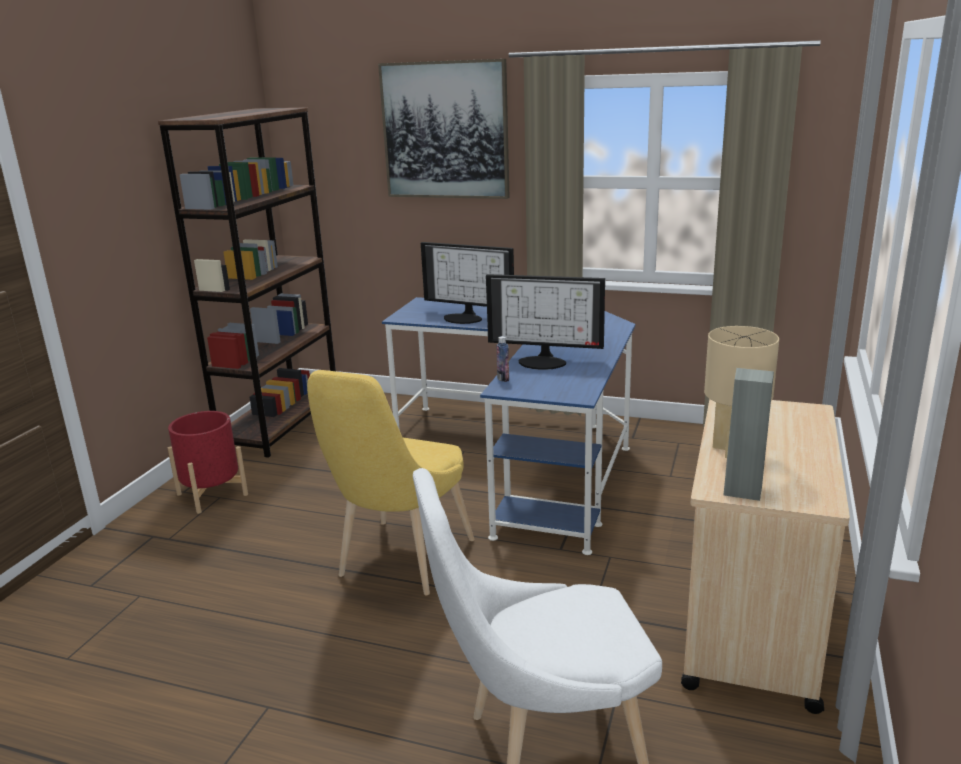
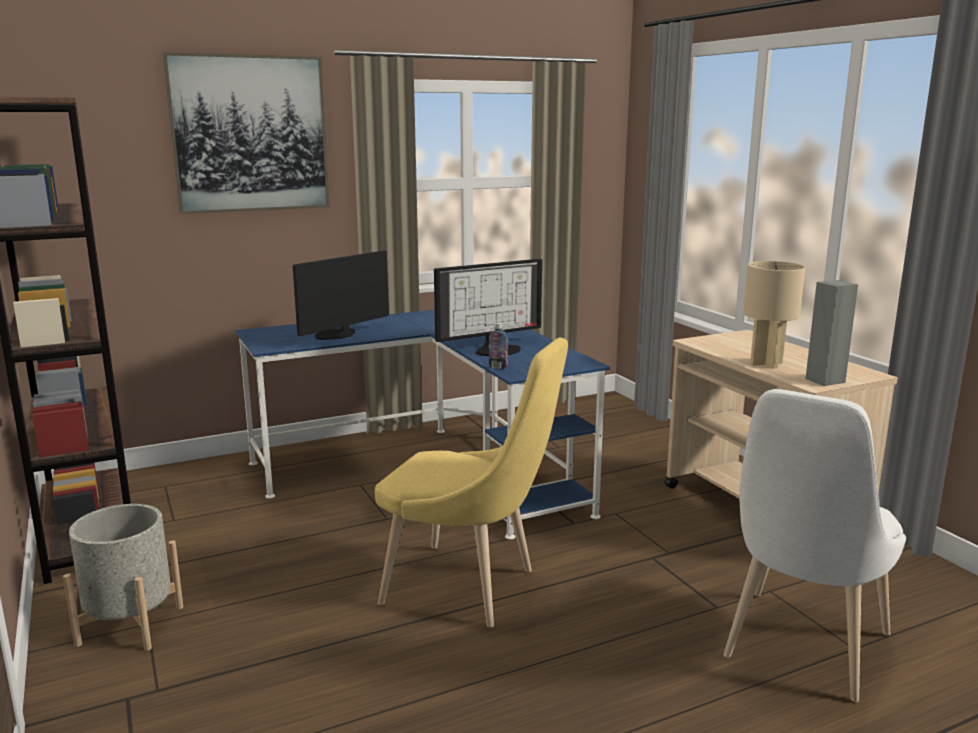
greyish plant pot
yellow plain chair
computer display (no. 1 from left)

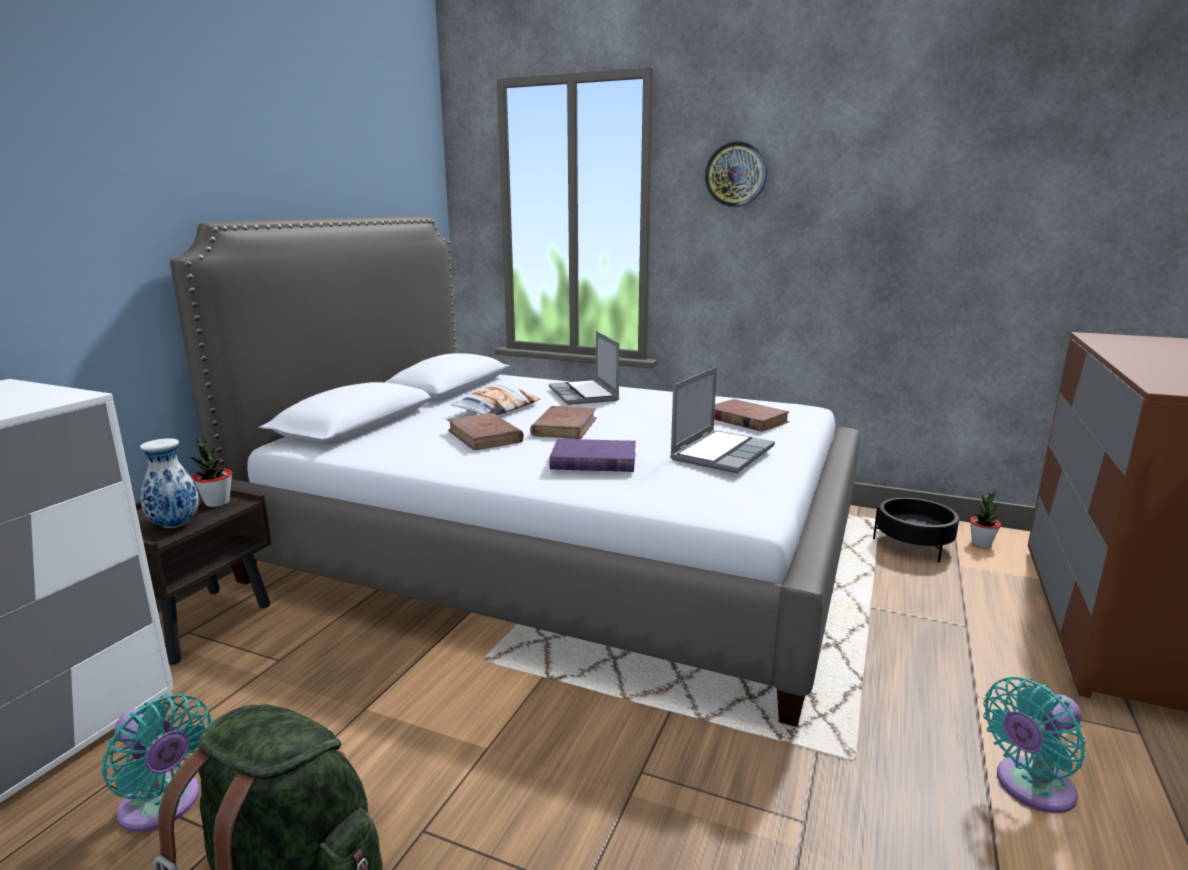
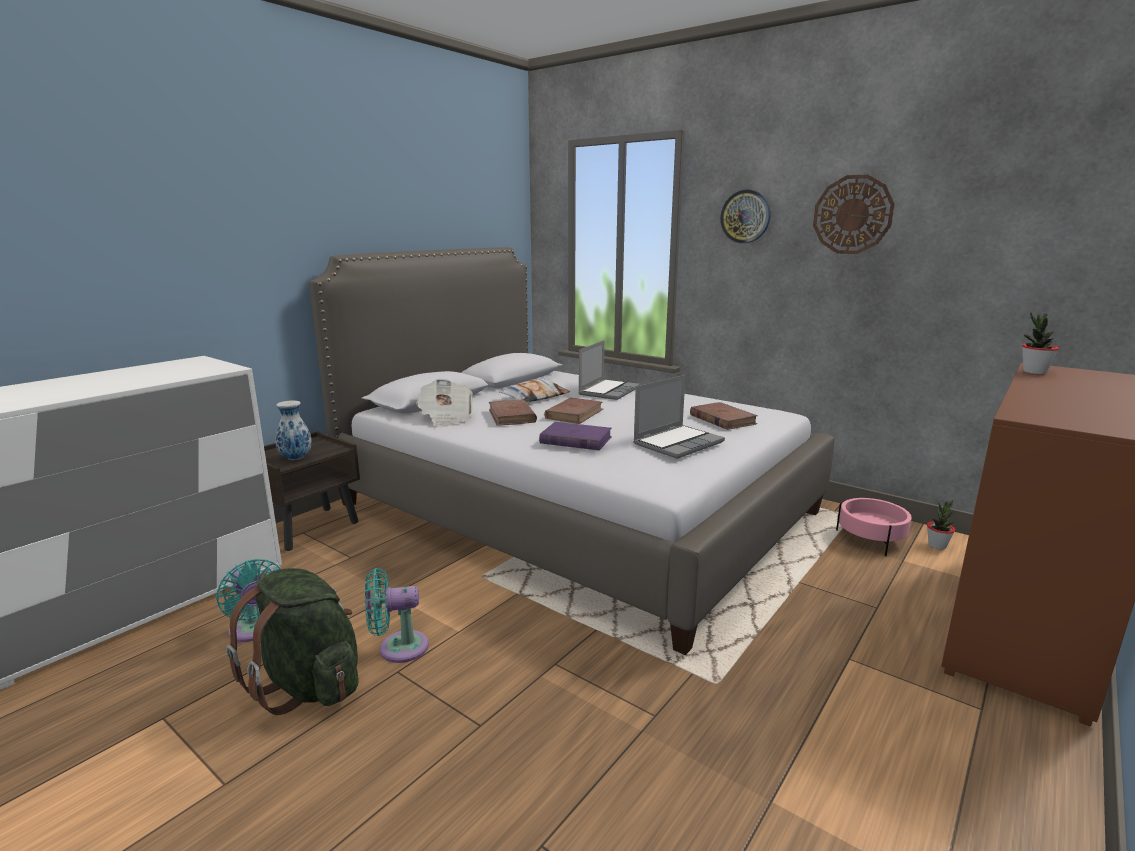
daily paper
hanging clock (no. 2 from left)
potted plant (no. 2 from left)
turquoise fan (no. 2 from left)
pink-coloured plant pot
notebook computer (no. 1 from left)

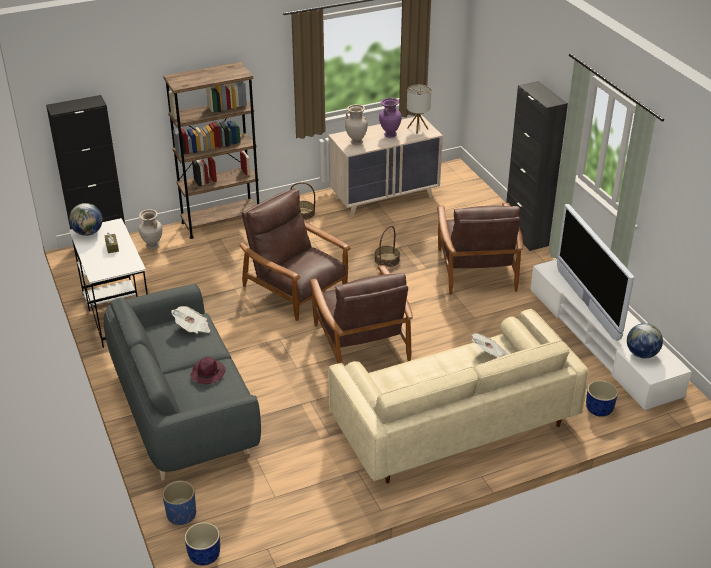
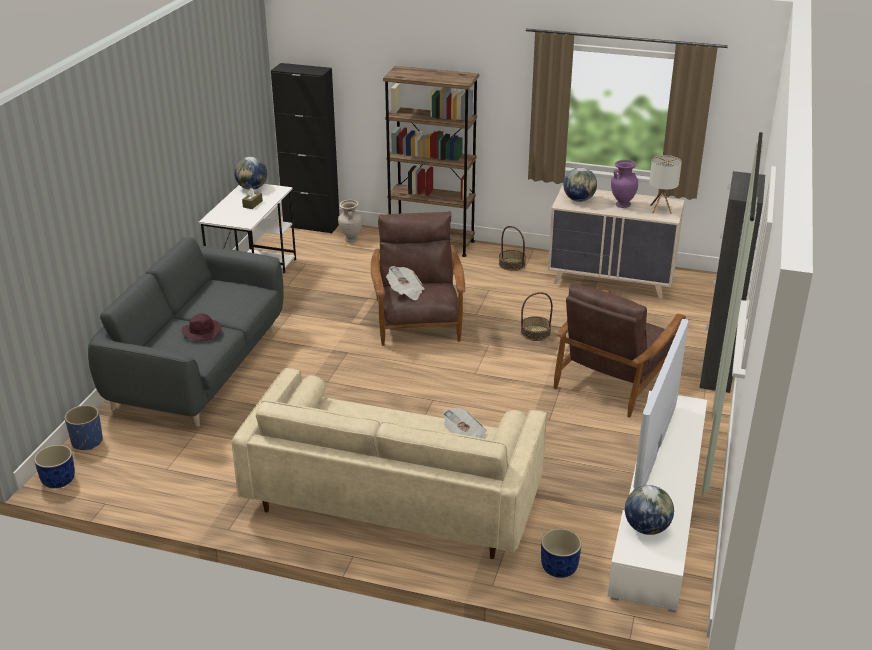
brownish lounge chair (no. 2 from left in the first image)
daily paper (no. 1 from left)
globe (no. 2 from left)

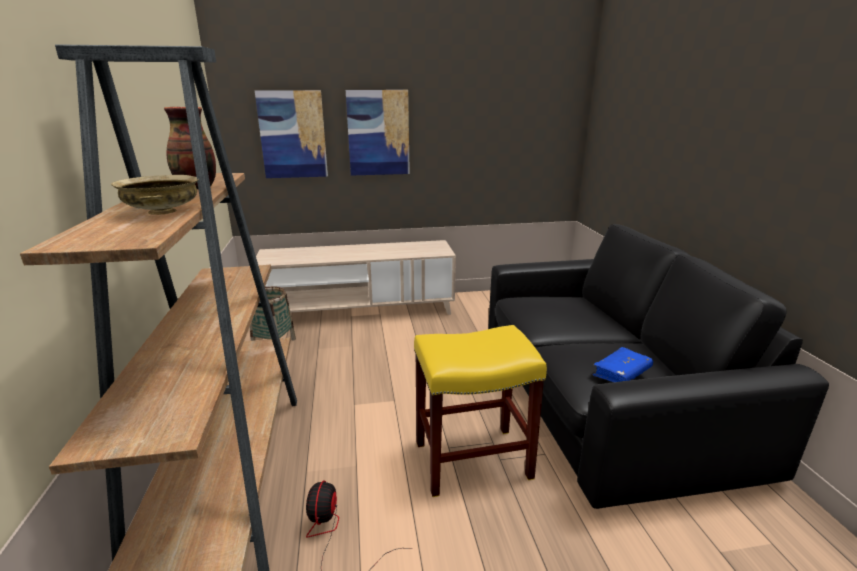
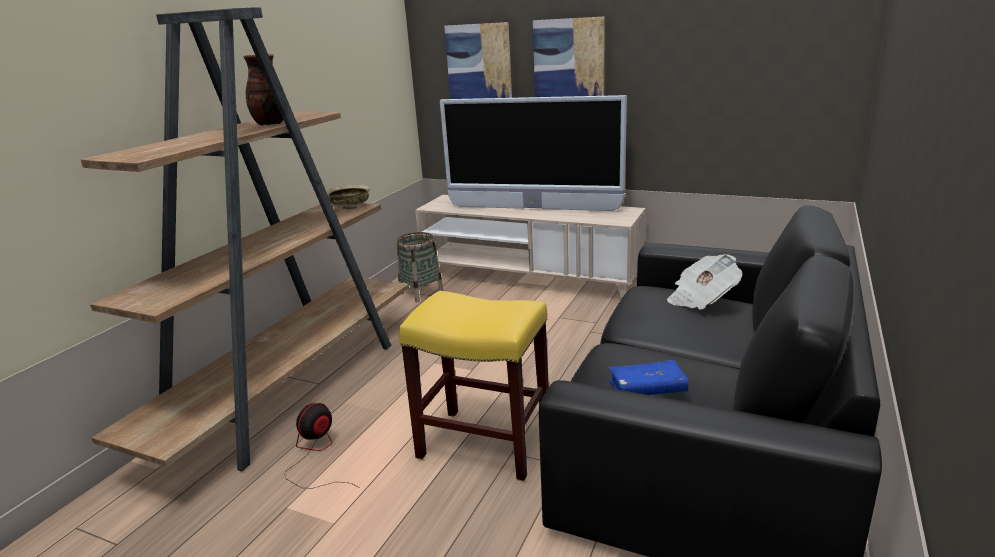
television
daily paper
beige deep dish

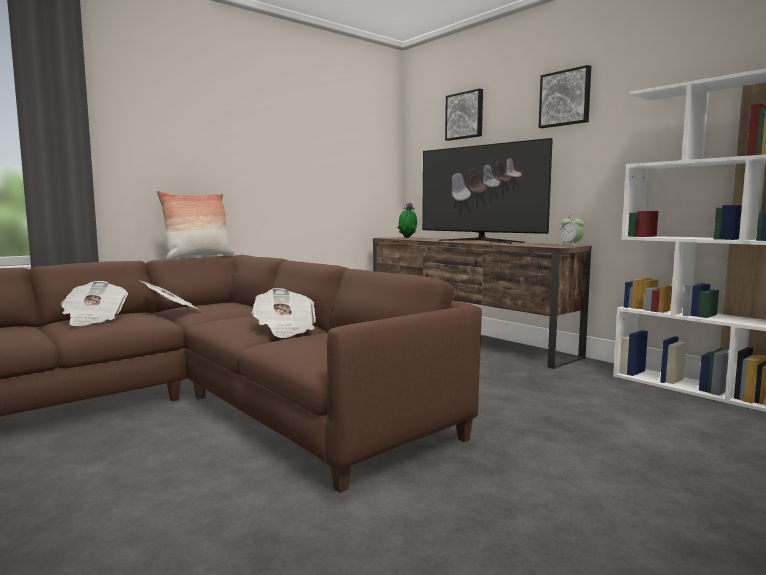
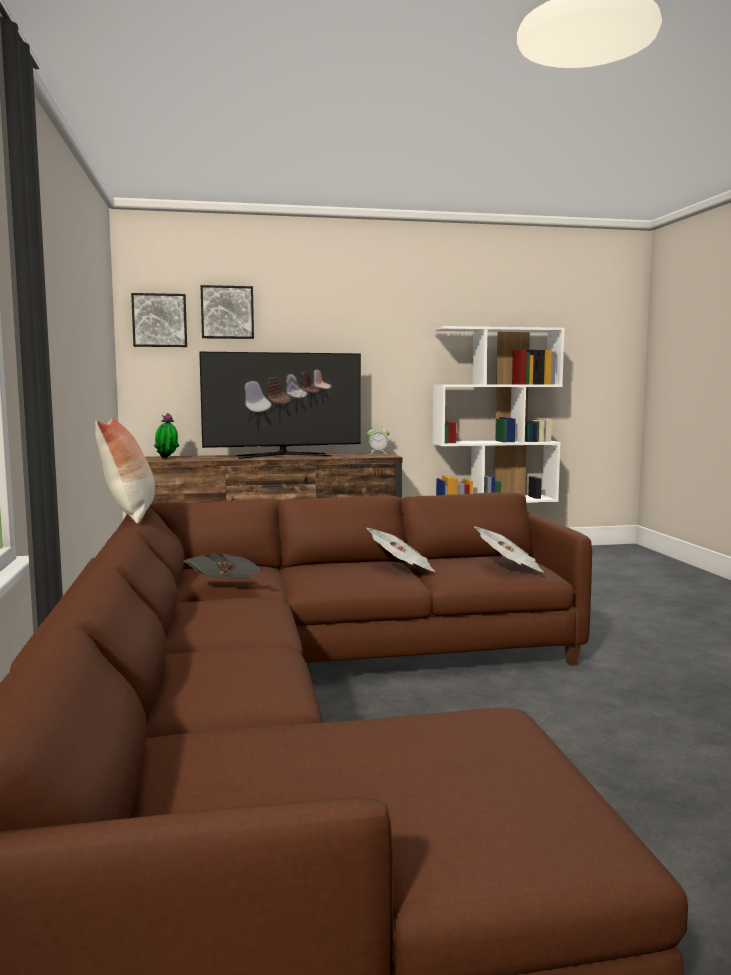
daily paper (no. 3 from left)
wall picture (no. 1 from left)

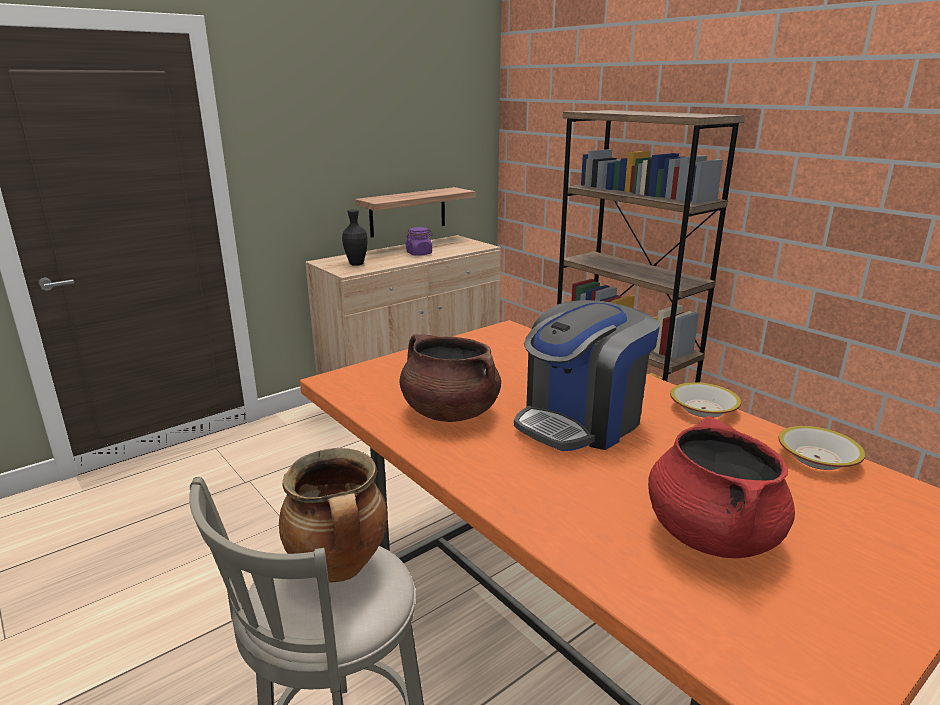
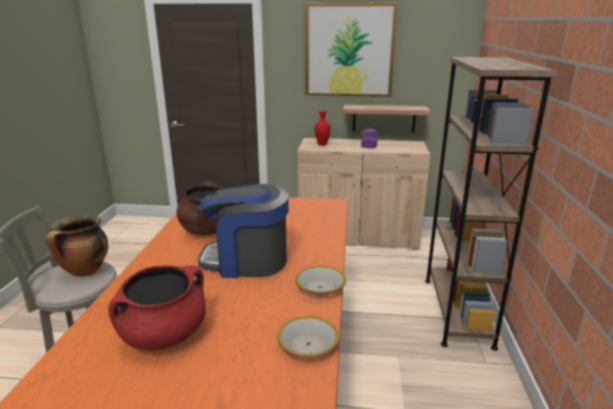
wall picture
red-coloured vase

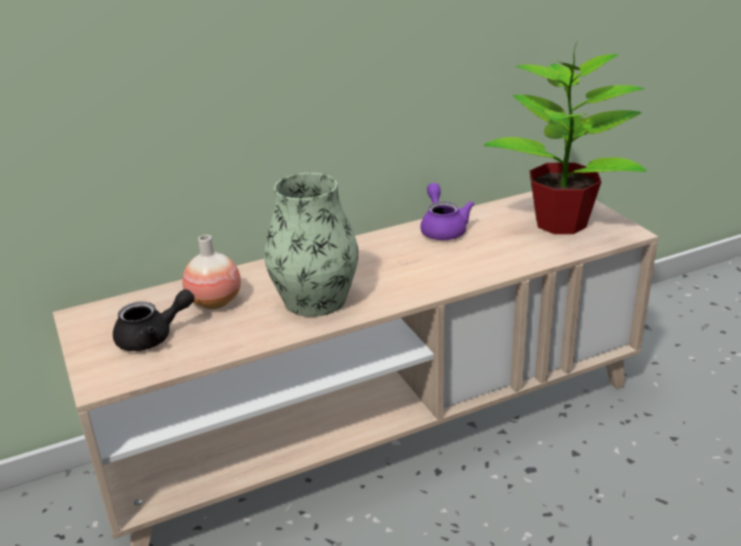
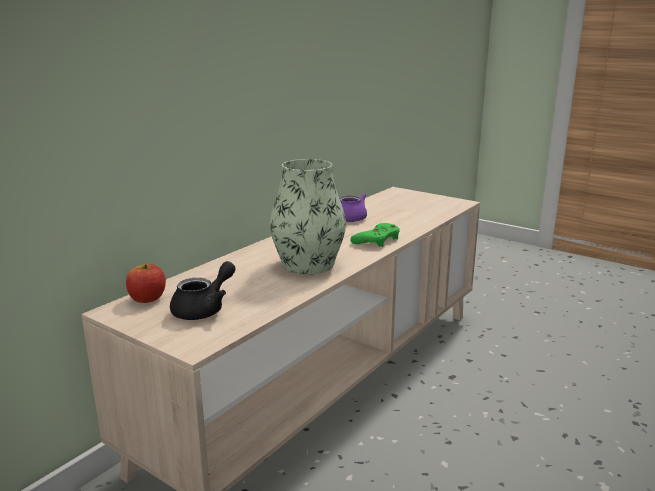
vase (no. 1 from left in the first image)
potted plant
whole apple
greenish joypad

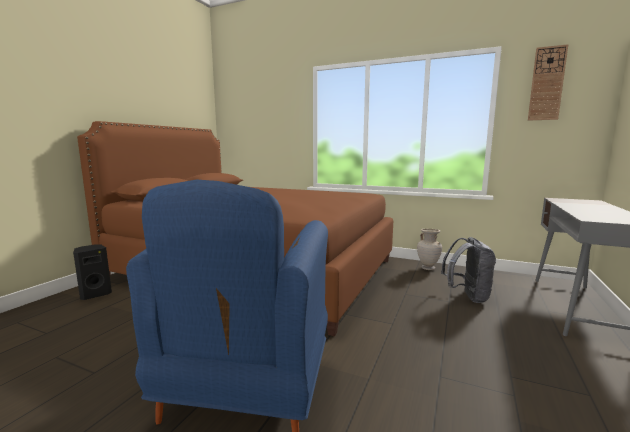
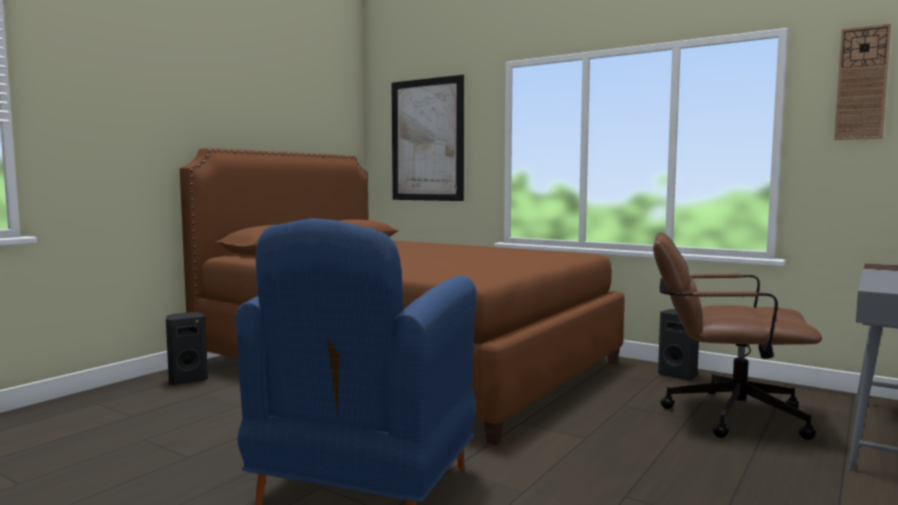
wall picture
blackish loudspeaker (no. 2 from left)
brownish desk chair

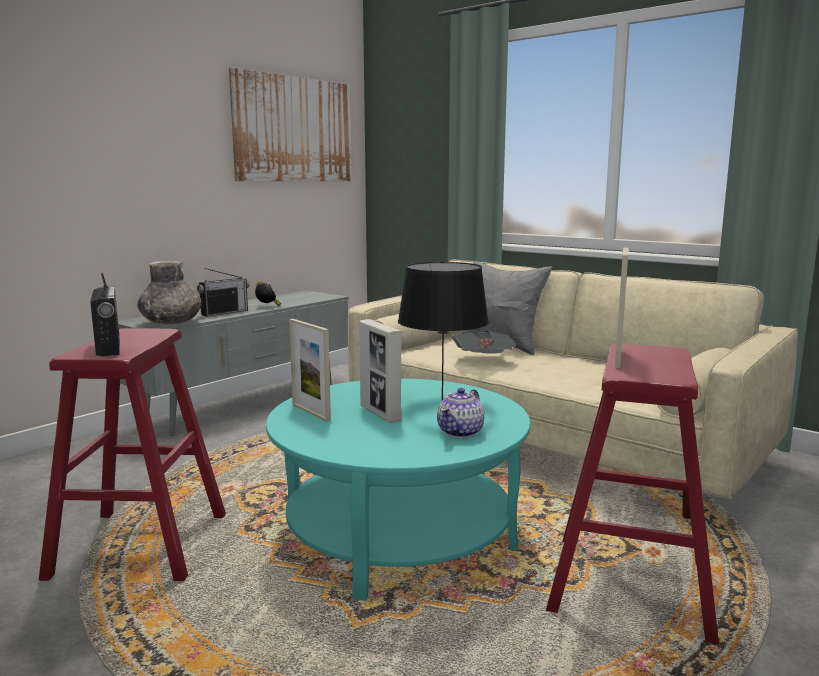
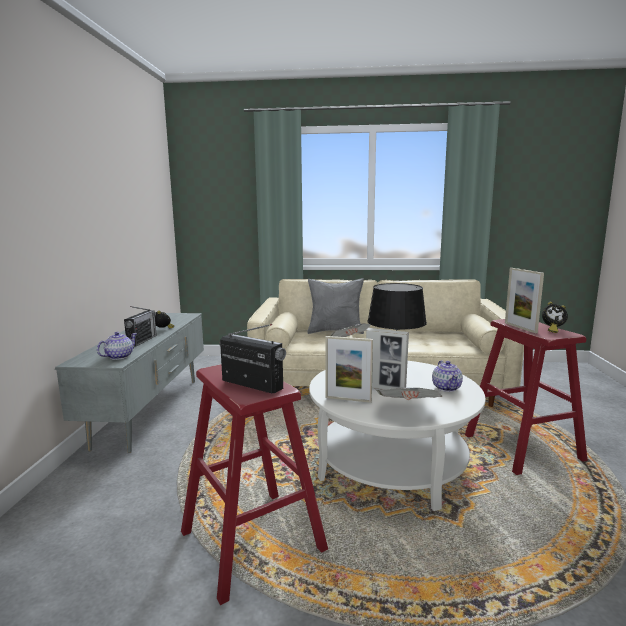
wall picture
daily paper (no. 2 from left)
bedside clock (no. 2 from left)
teapot (no. 1 from left)
white-coloured coffee table

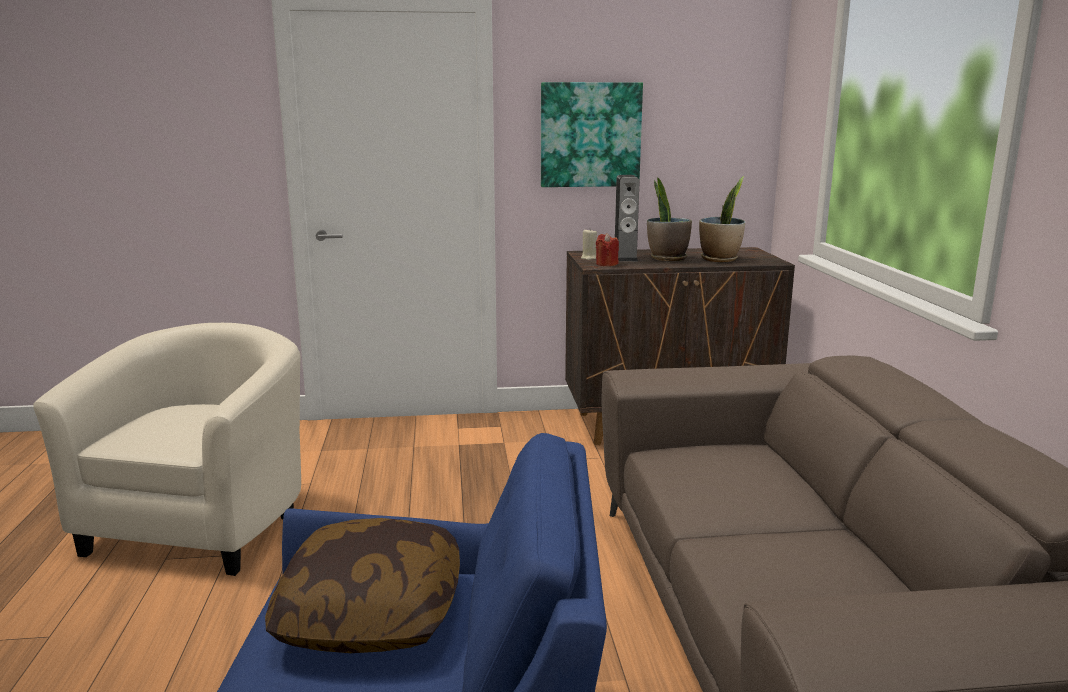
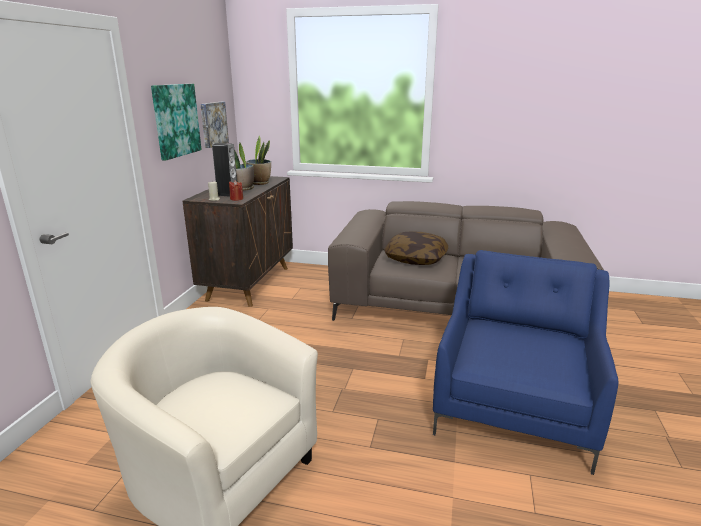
wall picture (no. 2 from left)
throw pillow

